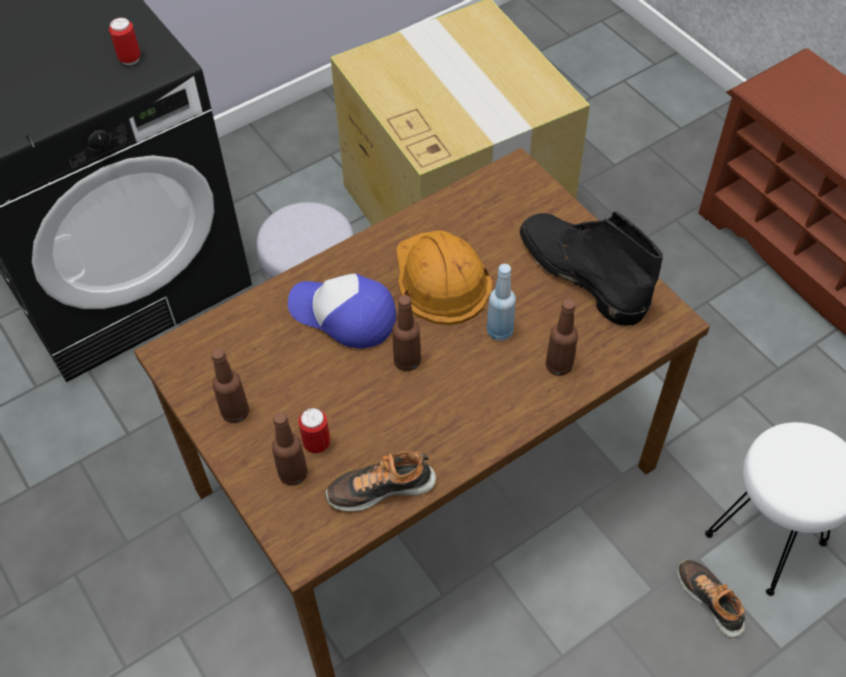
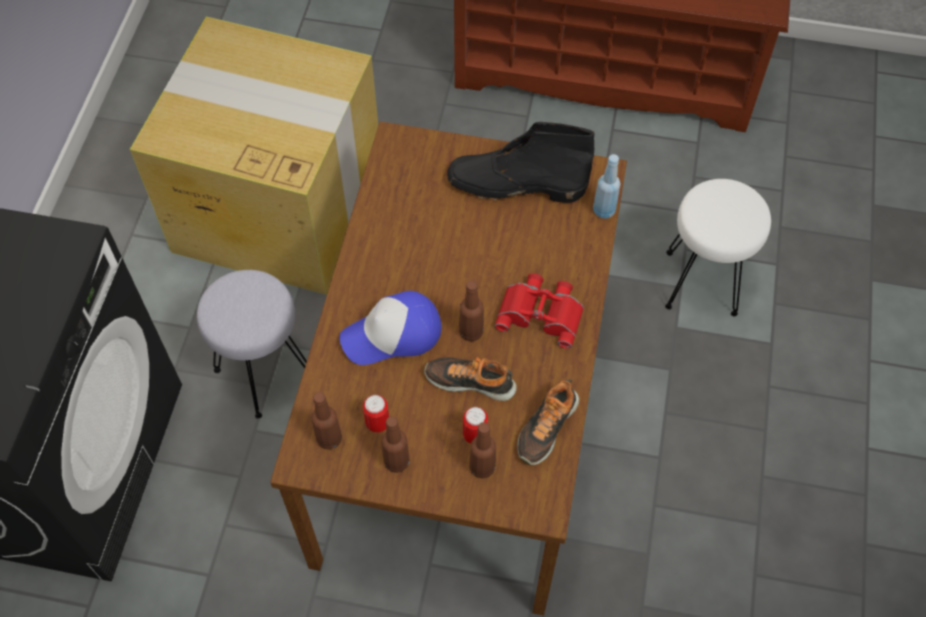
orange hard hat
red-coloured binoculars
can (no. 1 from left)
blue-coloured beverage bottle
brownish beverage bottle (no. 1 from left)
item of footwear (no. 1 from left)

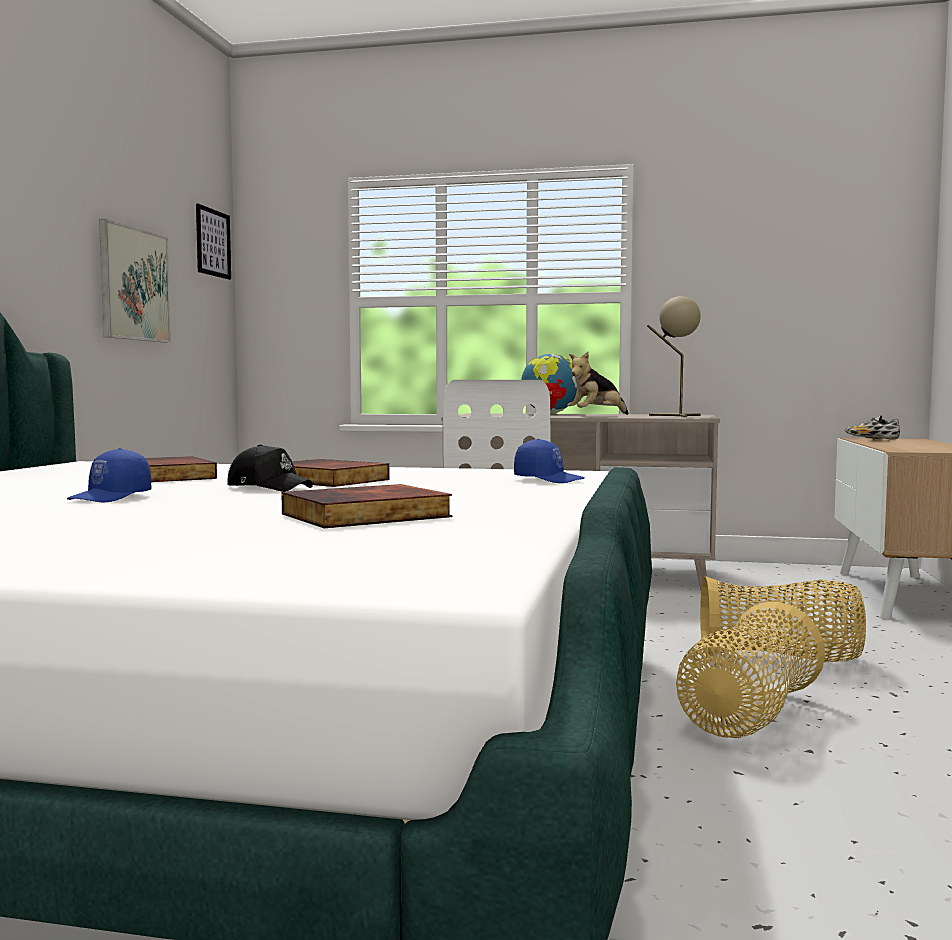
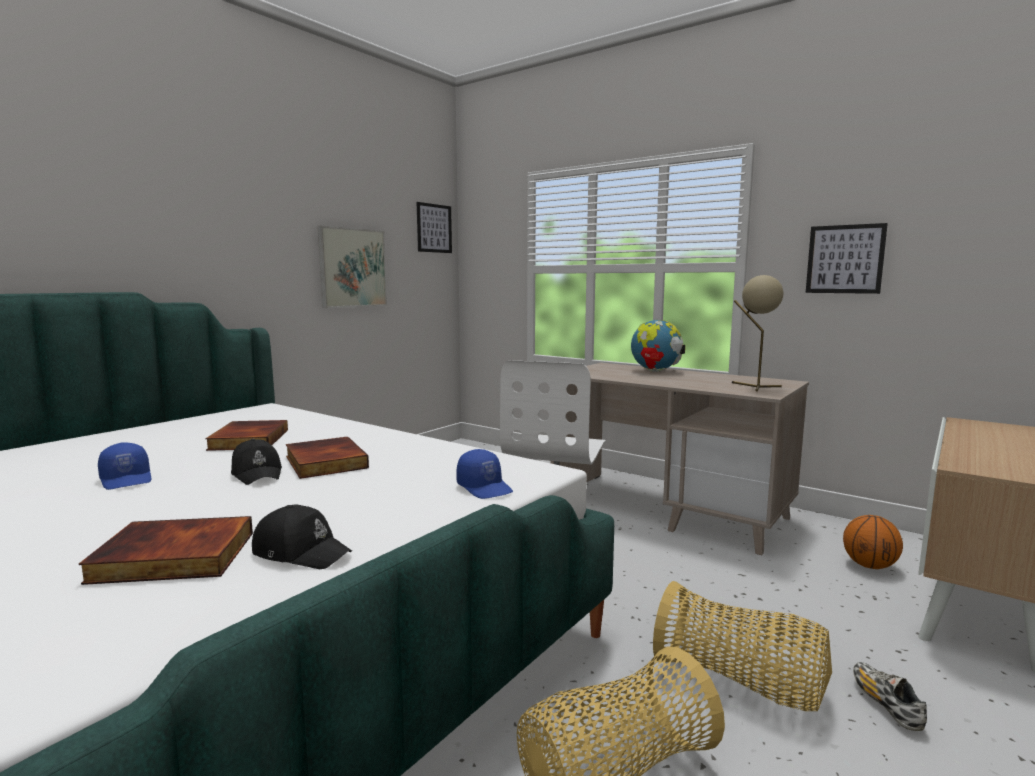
soft toy
blackish peaked cap (no. 2 from left)
wall picture (no. 3 from left)
ball for basketball
item of footwear
blue-coloured peaked cap (no. 1 from left)

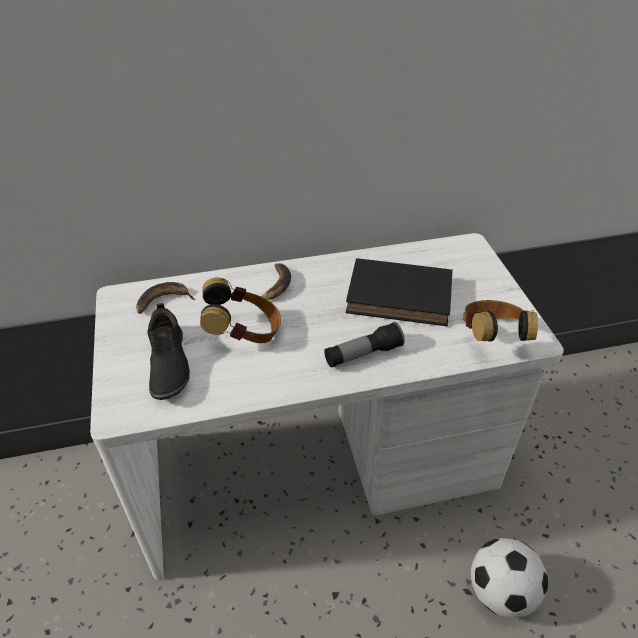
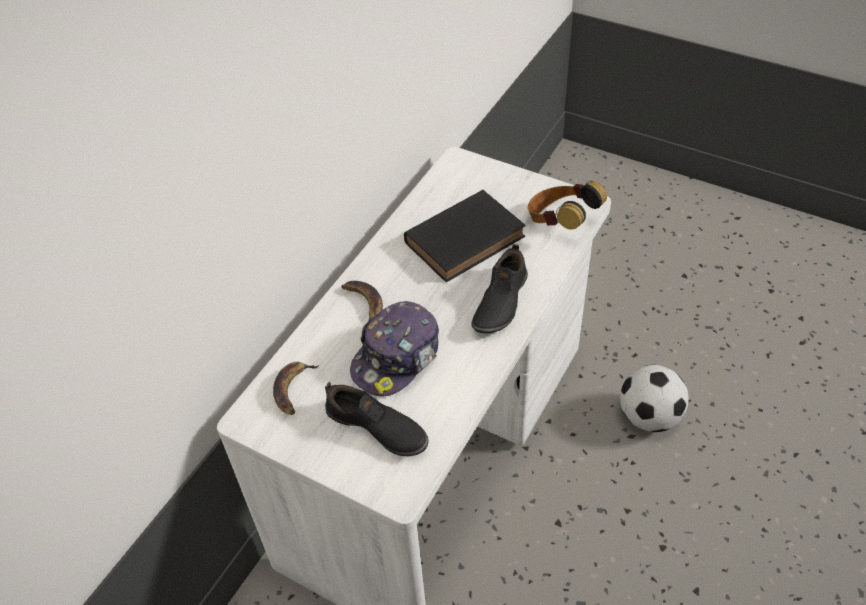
peaked cap
blackish item of footwear (no. 2 from left)

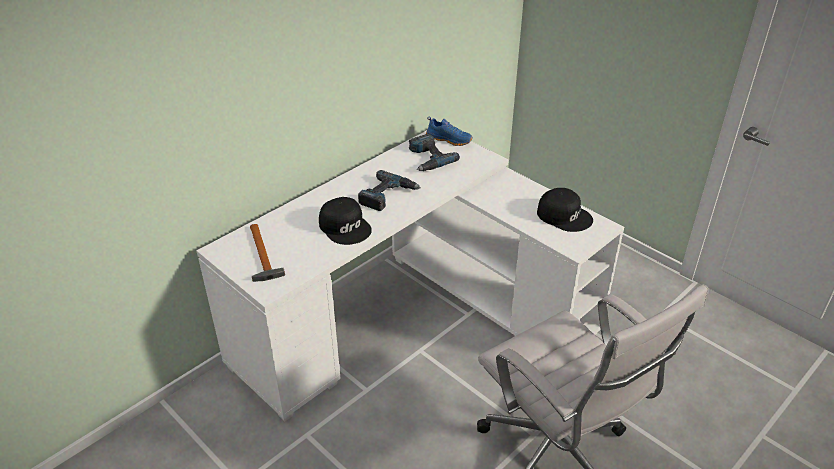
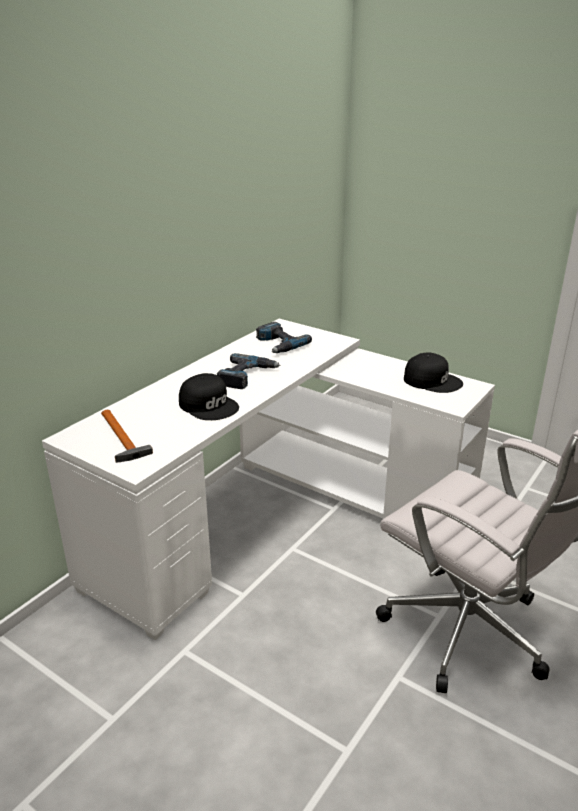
blue-coloured item of footwear

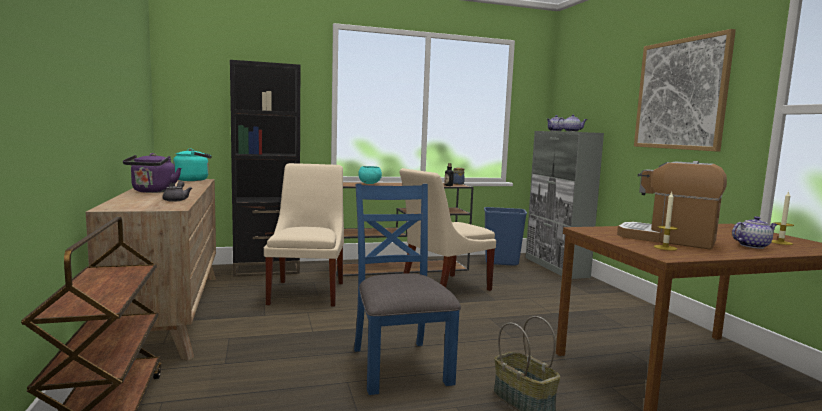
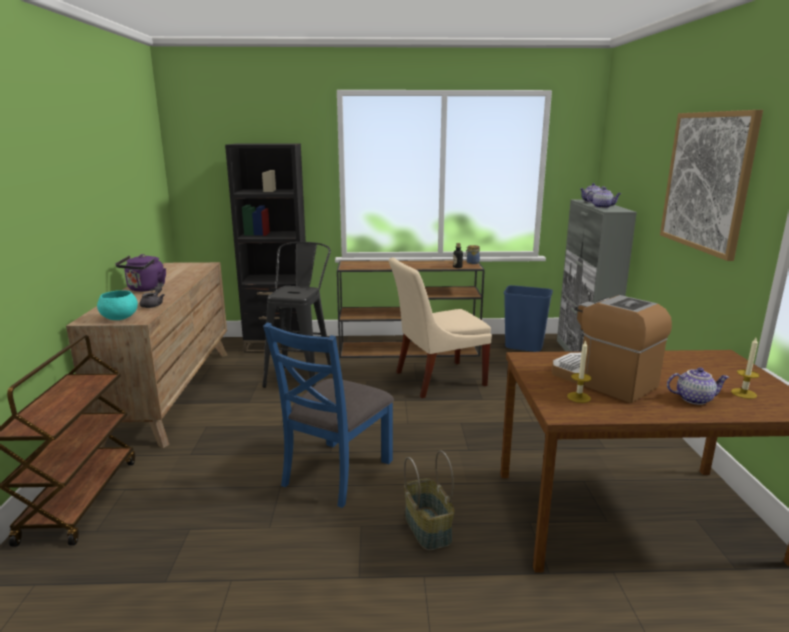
turquoise water kettle
turquoise deep dish
blackish stool seat
blue-coloured plain chair

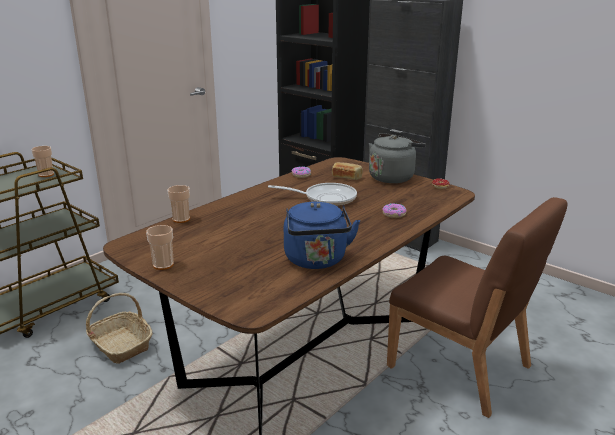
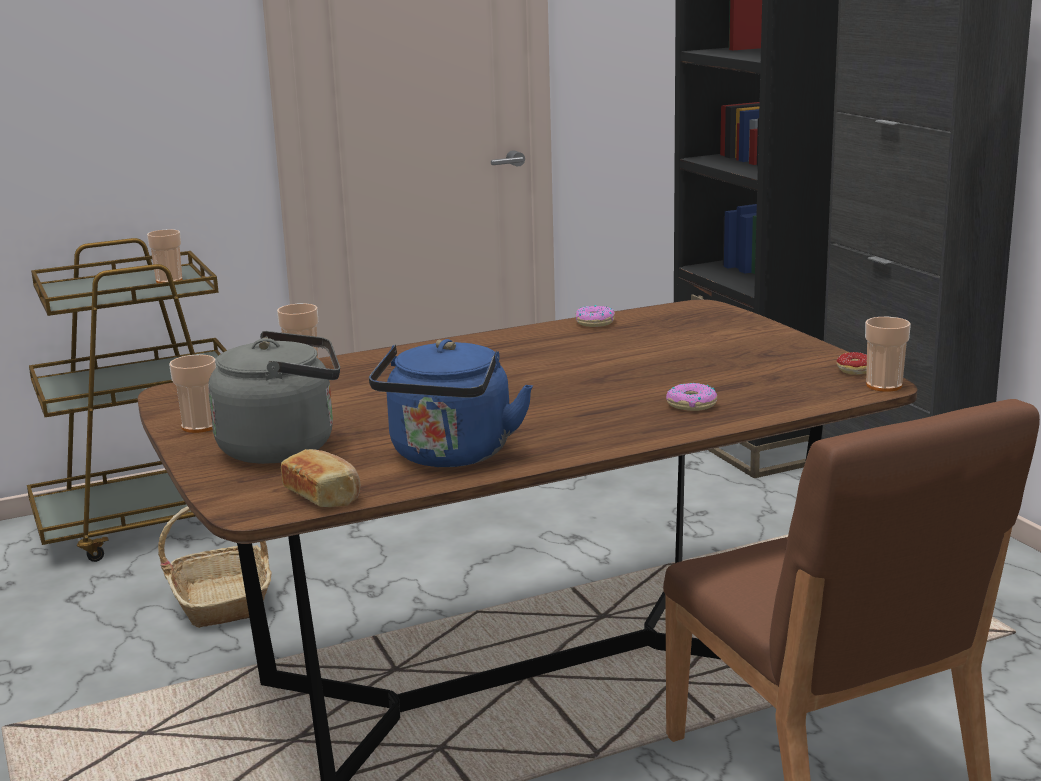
pan
cup (no. 4 from left)
bread
greyish water kettle

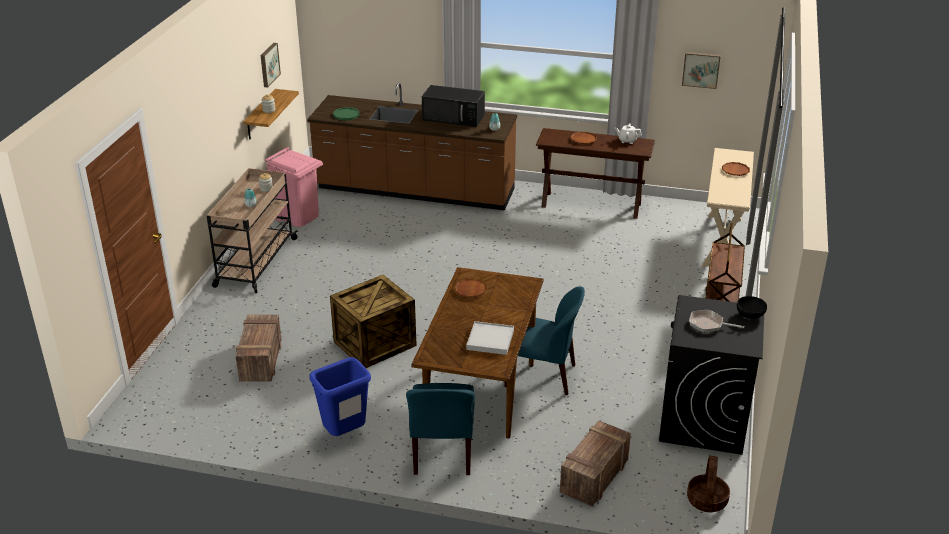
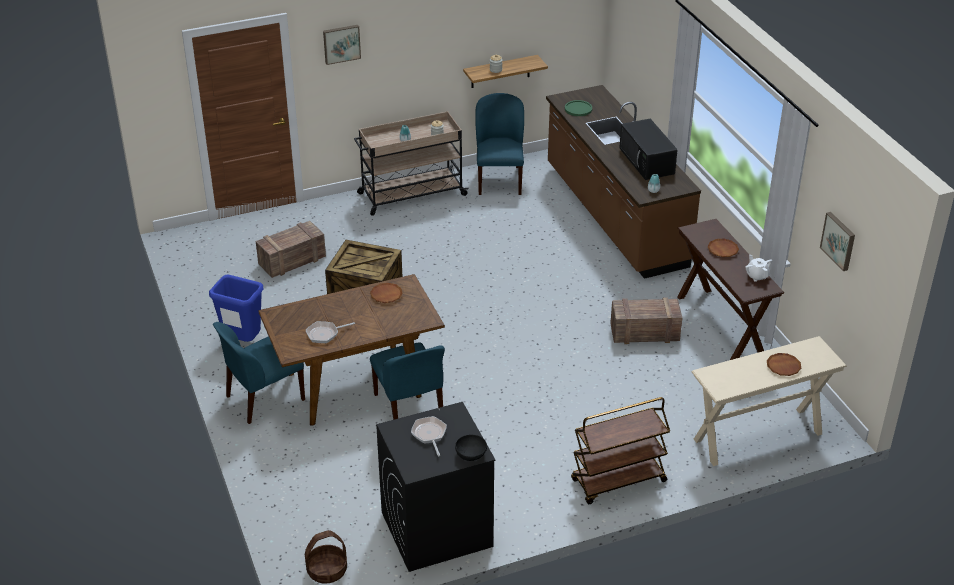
wall picture (no. 1 from left)
crate (no. 3 from left)
blue-coloured plain chair (no. 3 from left)
pan (no. 1 from left)

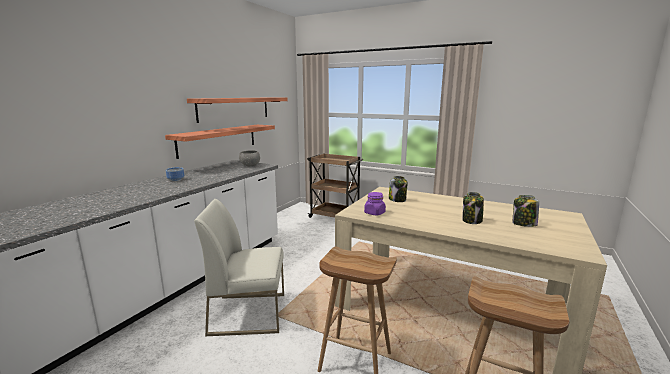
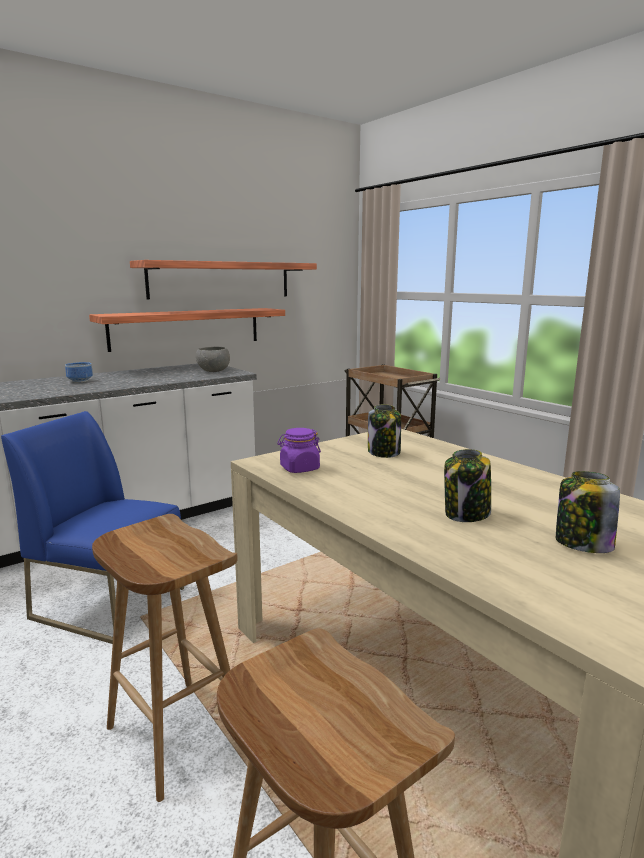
blue-coloured plain chair

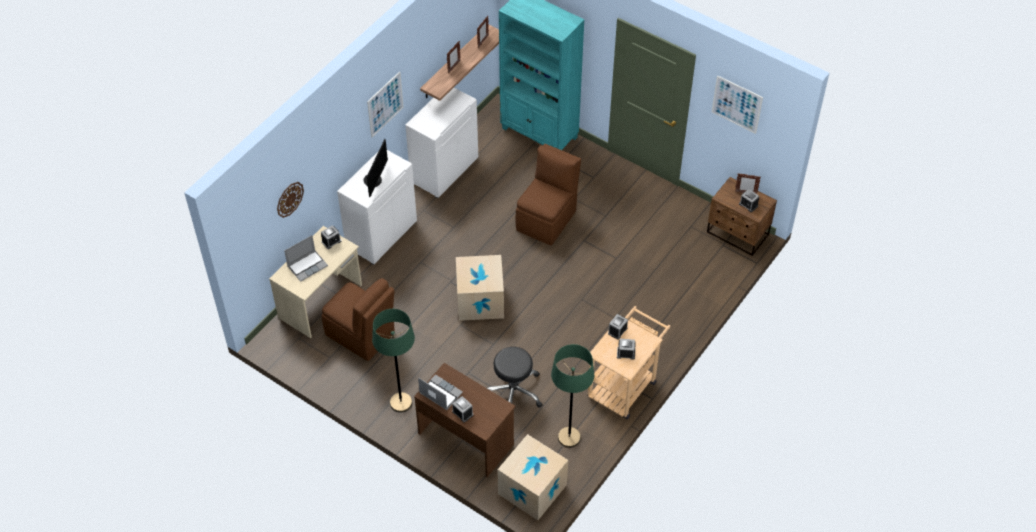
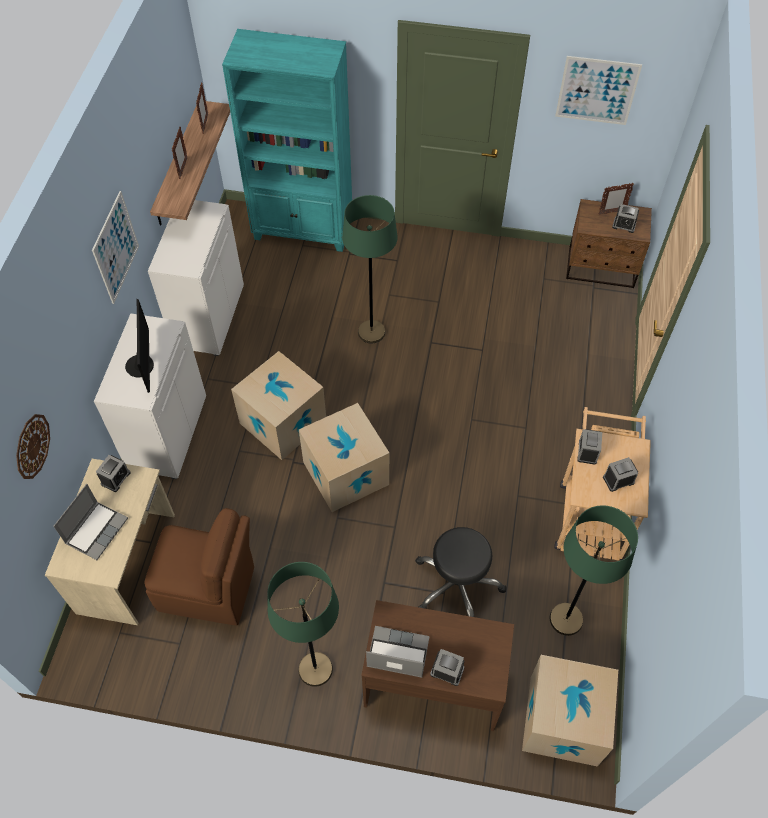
packing box (no. 1 from left)
greenish standing lamp (no. 2 from left)

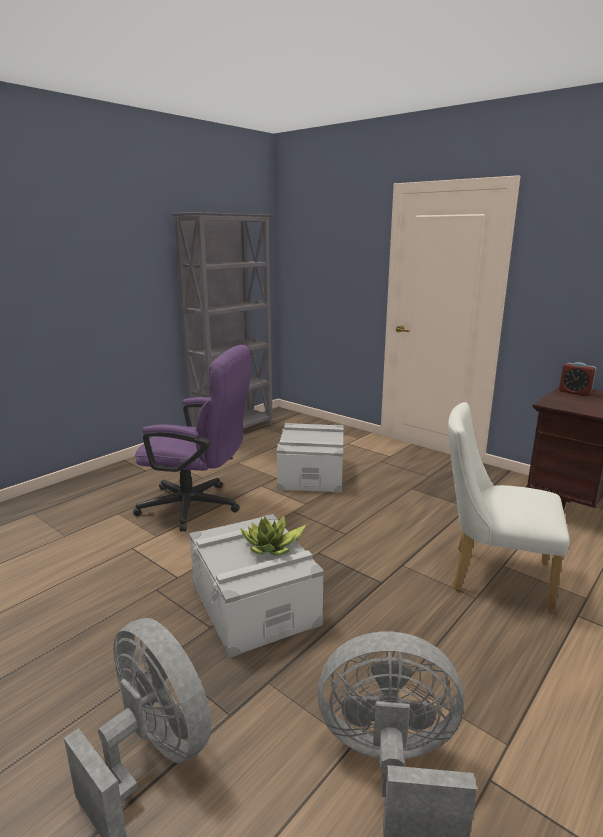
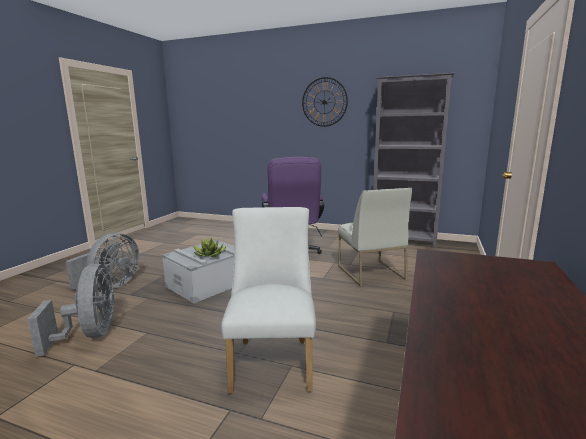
bedside clock
hanging clock
white-coloured plain chair (no. 2 from left)

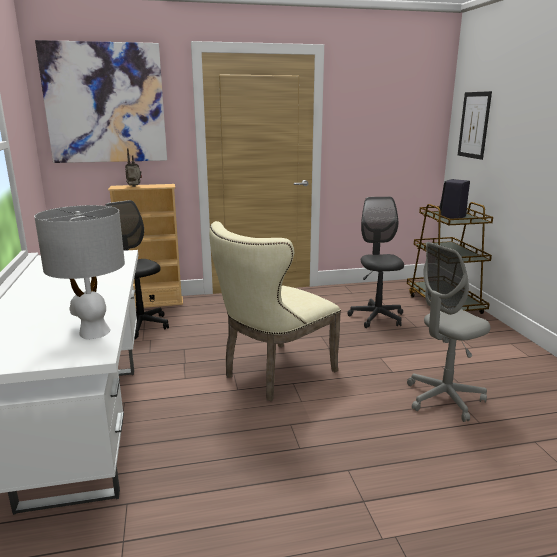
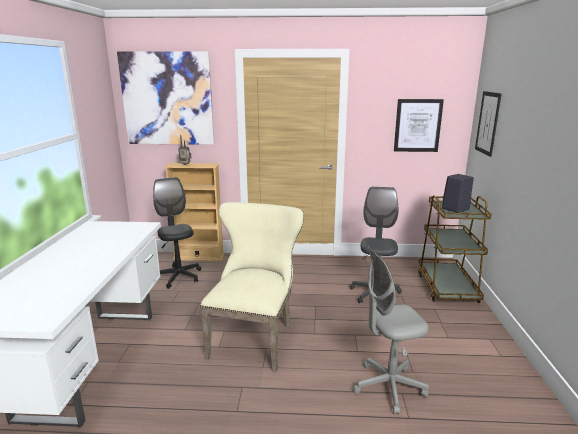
greyish lamp for a table
wall picture (no. 2 from left)
beige plain chair

